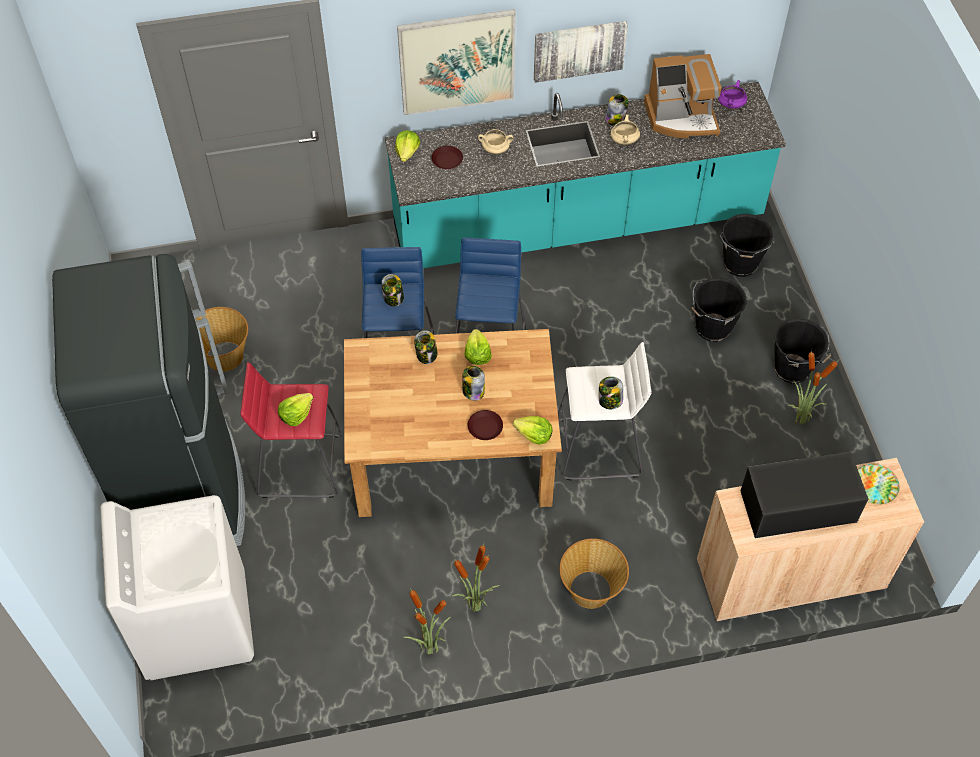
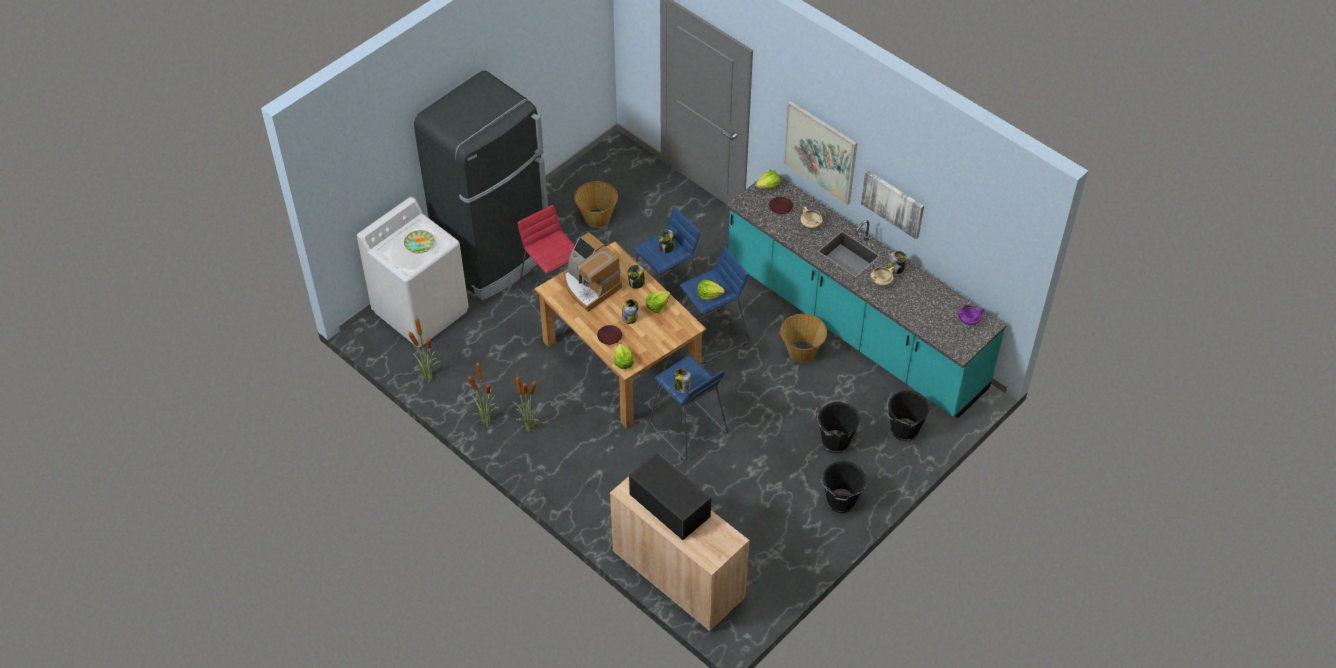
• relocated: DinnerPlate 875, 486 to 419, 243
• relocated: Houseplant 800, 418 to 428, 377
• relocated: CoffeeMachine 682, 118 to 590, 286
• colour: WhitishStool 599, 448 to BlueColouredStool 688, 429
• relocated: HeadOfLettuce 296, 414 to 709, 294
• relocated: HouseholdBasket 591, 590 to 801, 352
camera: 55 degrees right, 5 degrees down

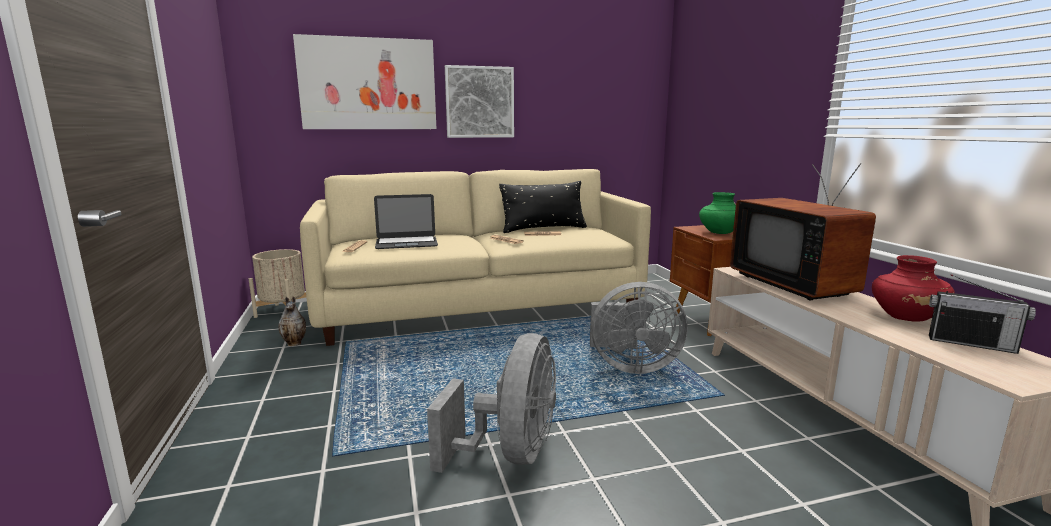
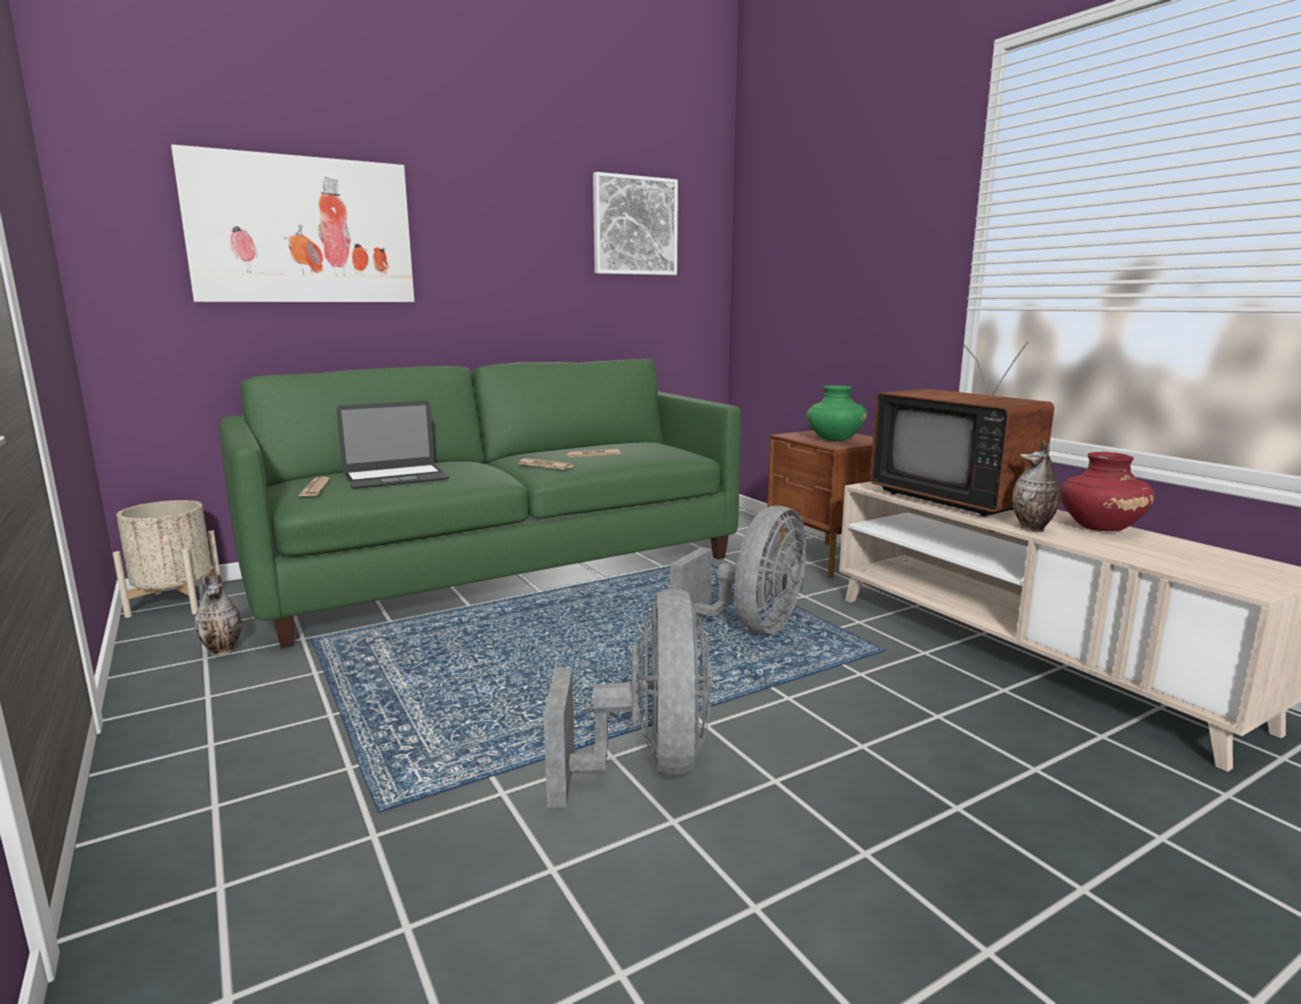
• colour: BeigeSettee 480, 307 to GreenColouredSettee 502, 568
• relocated: WallPicture 479, 102 to 635, 226
• spun: GreyishElectricFan 630, 366 = 752, 627 45 degrees counterclockwise
• appeared: FlowerVase 1033, 529
• missing: BlackishPillow 543, 229
• missing: RadioSet 971, 343
camera: 15 degrees left, 0 degrees up

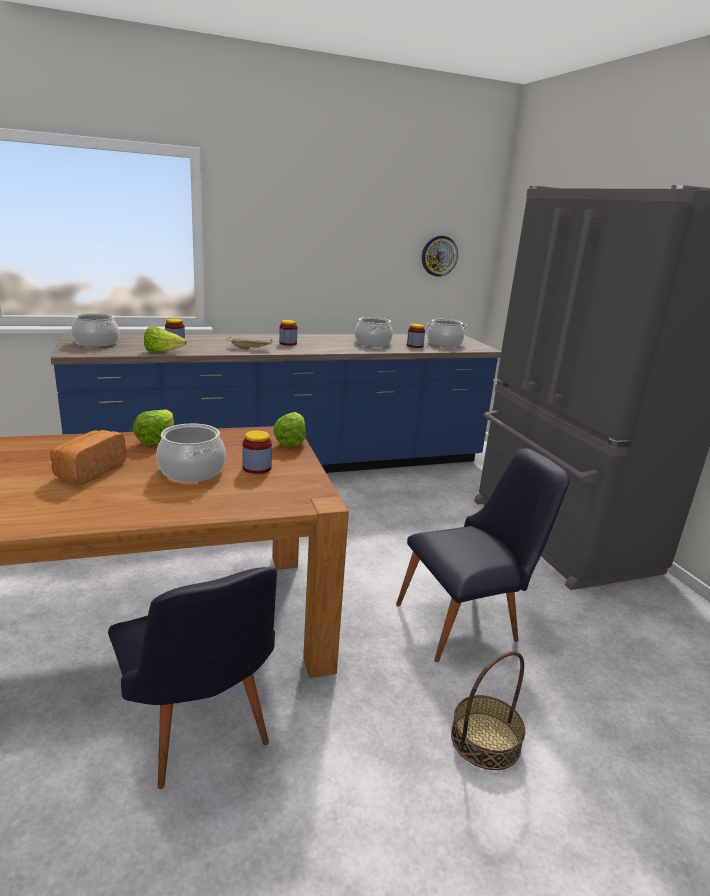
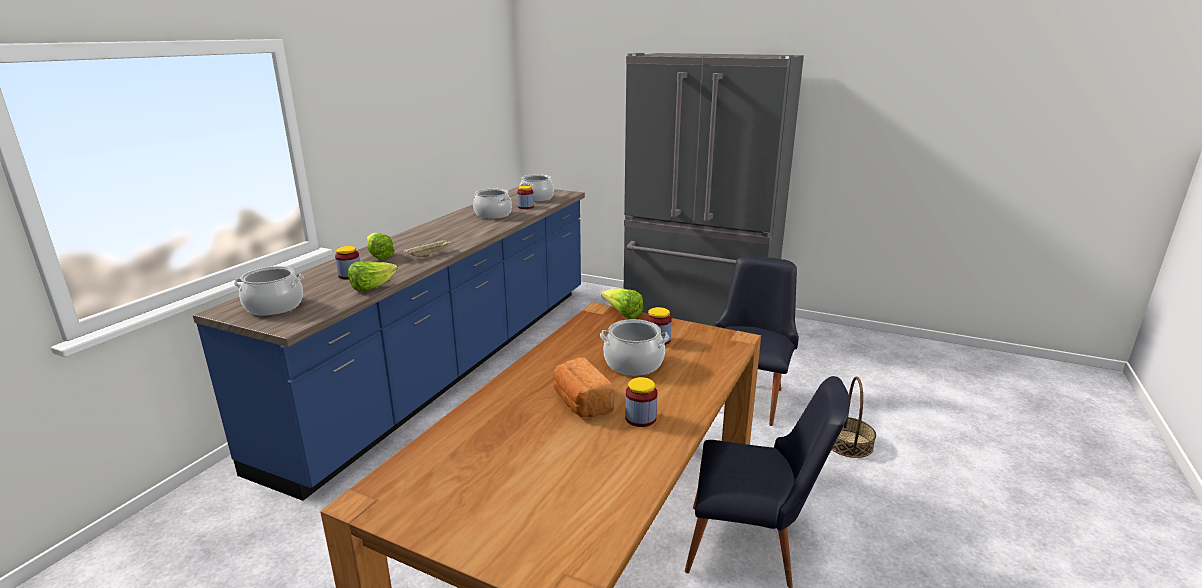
• relocated: HeadOfLettuce 157, 439 to 379, 256
• relocated: PreserveJar 288, 343 to 640, 418
• missing: WallClock 439, 256
camera: 45 degrees left, 0 degrees up

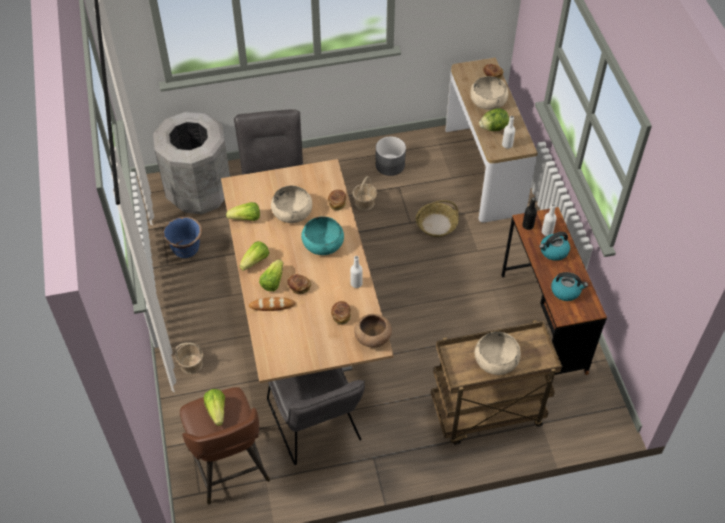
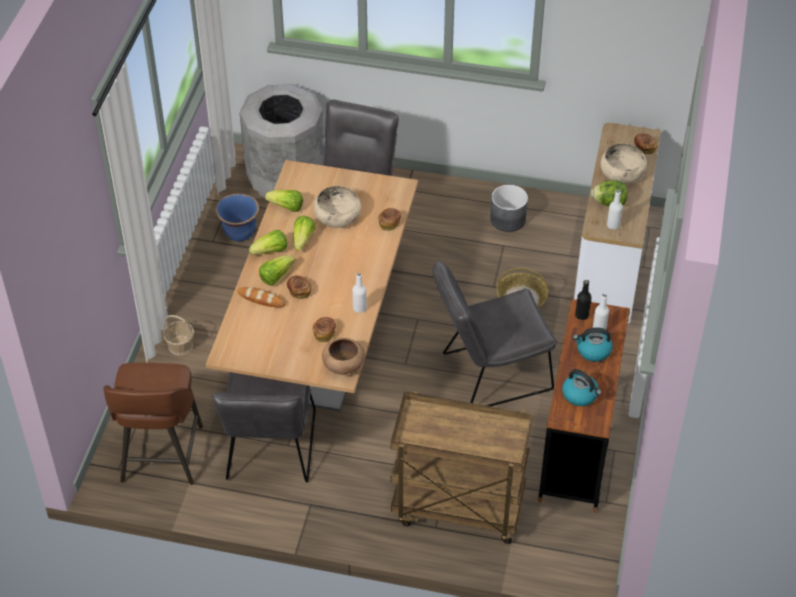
• relocated: HeadOfLettuce 216, 410 to 303, 240
• appeared: GreyishUprightChair 489, 373
• missing: BlueGreenServingBowl 323, 243
• missing: HouseholdBasket 364, 203
• missing: BeigeServingBowl 496, 359
camera: 25 degrees right, 5 degrees down

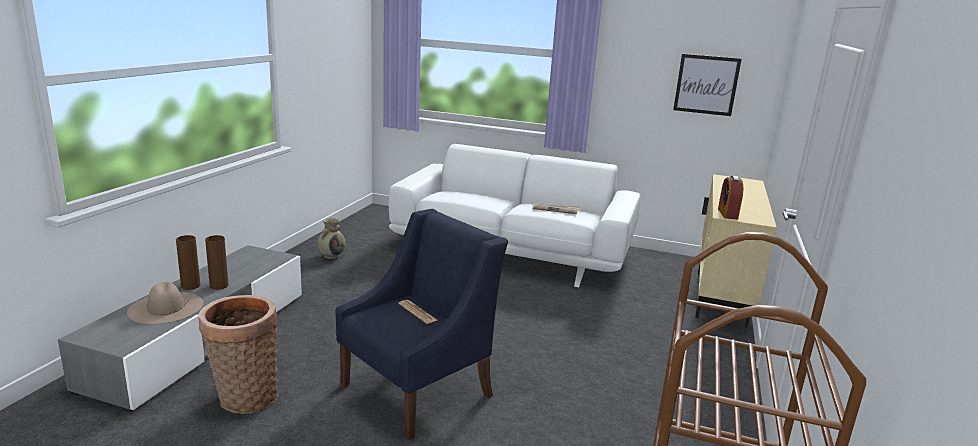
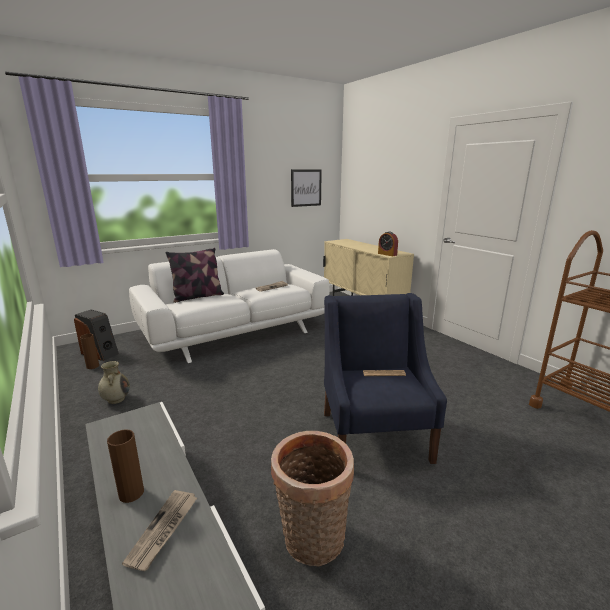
• appeared: Speaker 100, 353
• relocated: BrownishFlowerVase 219, 286 to 92, 366
• exchanged: BeigeClothingHat 166, 307 to Newspaper 163, 530
• appeared: Pillow 197, 296
camera: 50 degrees left, 0 degrees up

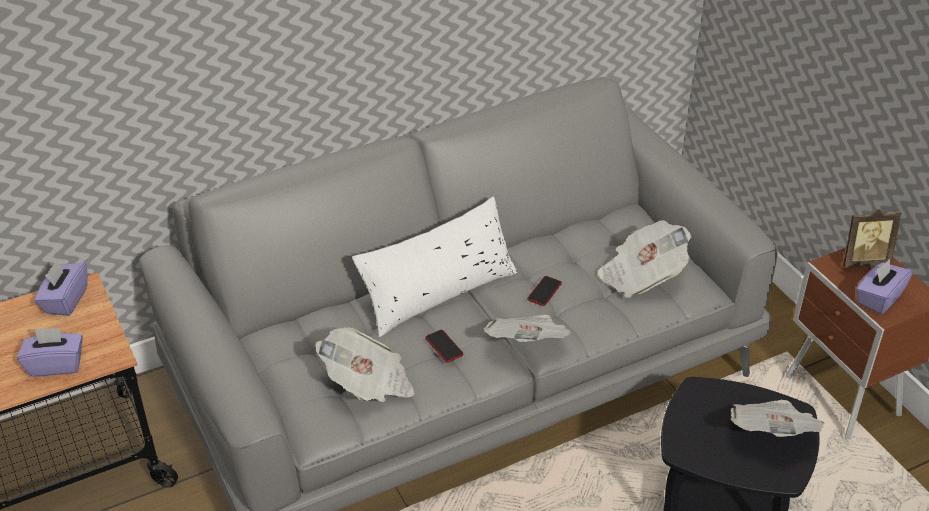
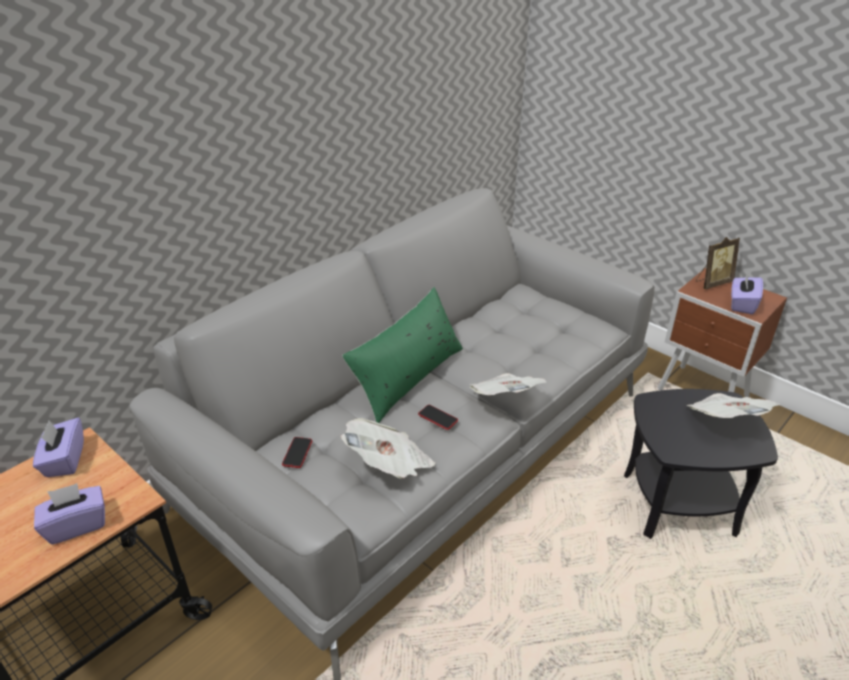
• relocated: Telephone 544, 291 to 297, 453
• colour: WhitishPillow 438, 292 to GreenColouredPillow 408, 377
• missing: Newspaper 641, 276
camera: 20 degrees left, 5 degrees down

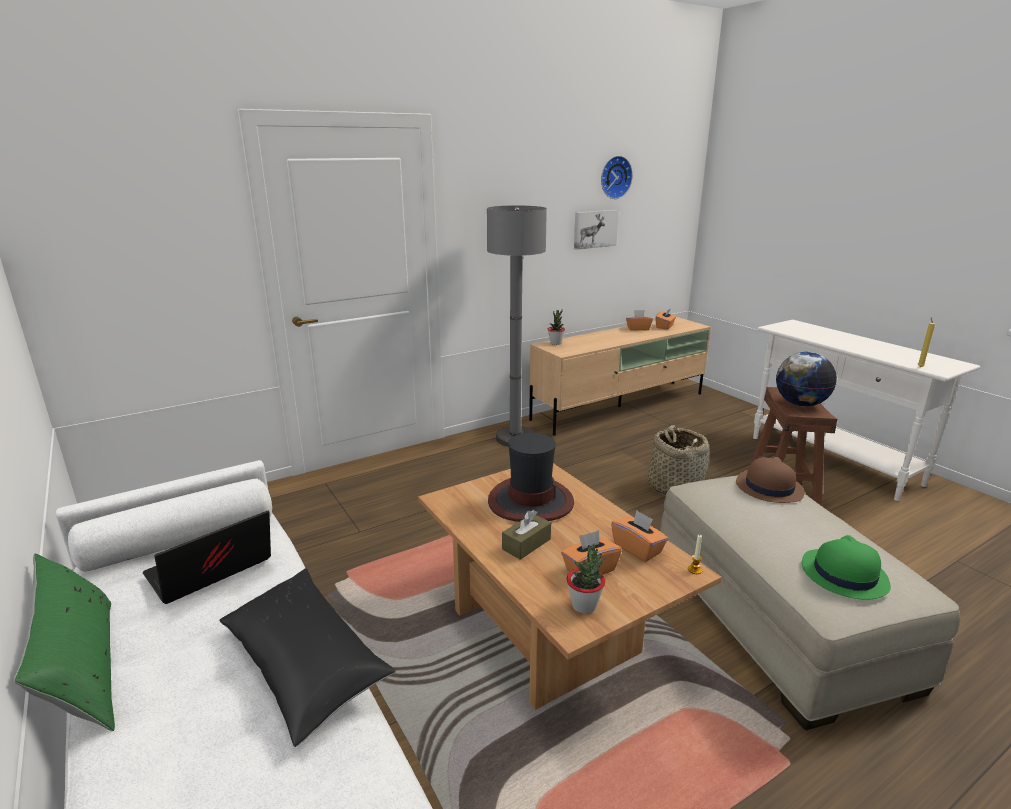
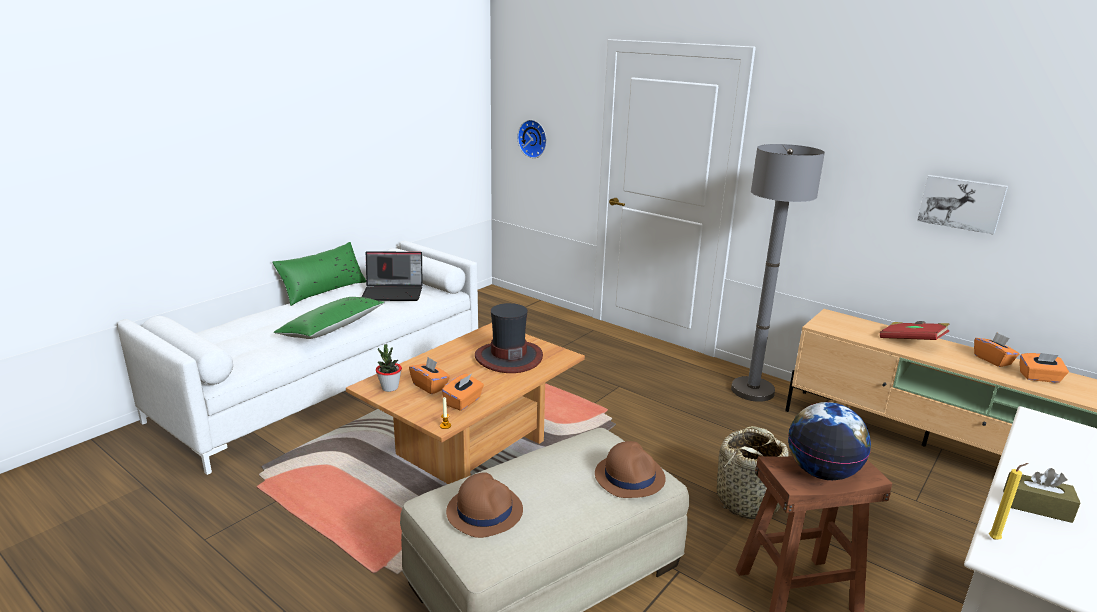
• colour: BlackishPillow 304, 662 to GreenColouredPillow 332, 328
• spun: Laptop 210, 572 = 394, 292 150 degrees clockwise
• colour: GreenColouredClothingHat 843, 574 to BrownishClothingHat 484, 511
• relocated: WallClock 614, 177 to 534, 138
• appeared: RedColouredBook 911, 341
• relocated: BrownishTissueBox 526, 544 to 1036, 506
• missing: Houseplant 555, 343
camera: 70 degrees right, 0 degrees up

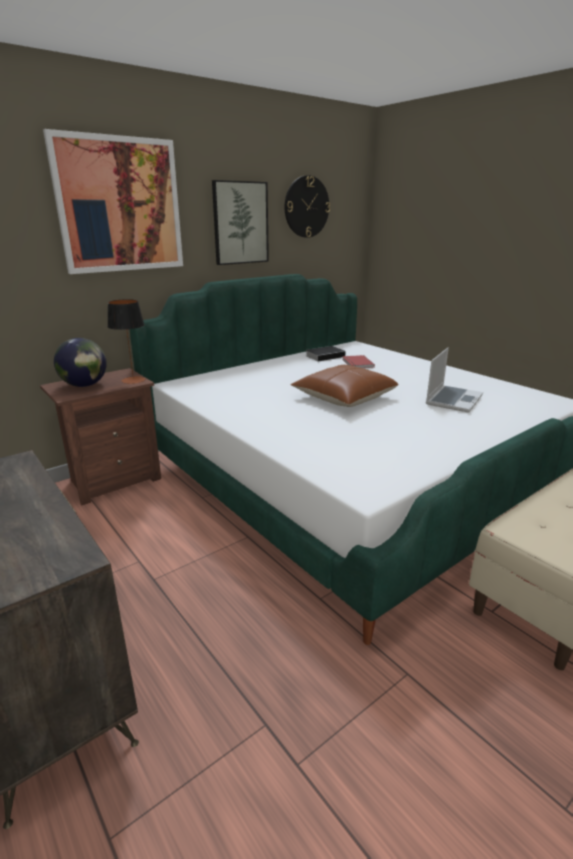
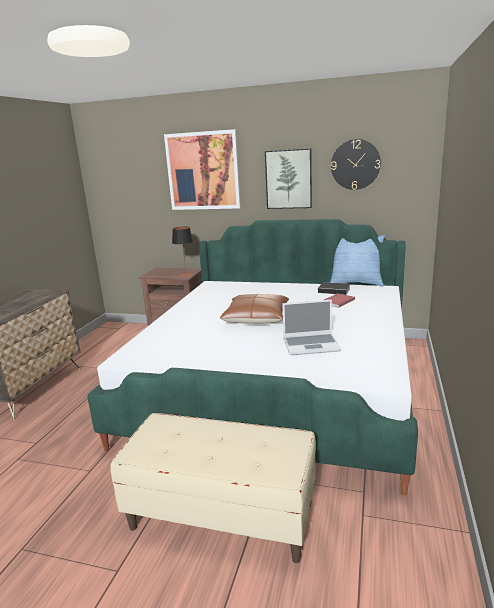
• appeared: Pillow 356, 283
• missing: WorldGlobe 85, 385
camera: 55 degrees right, 5 degrees down

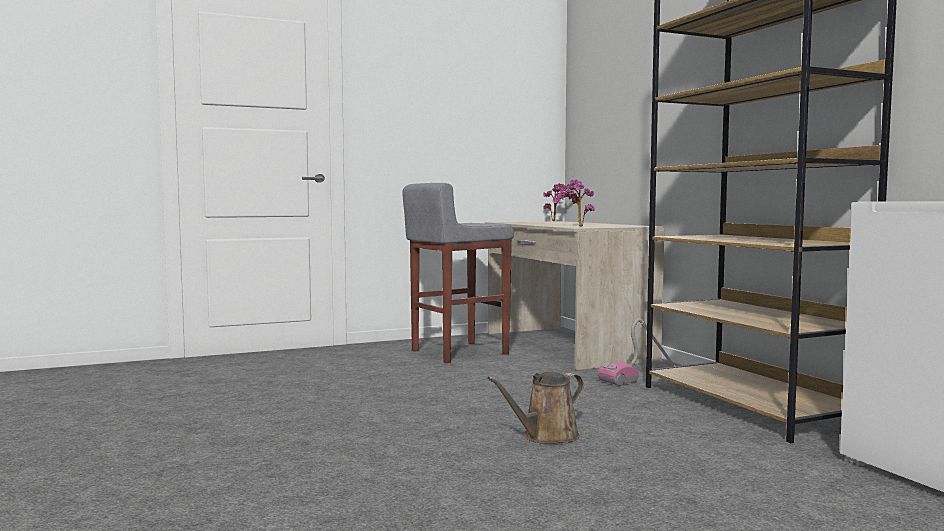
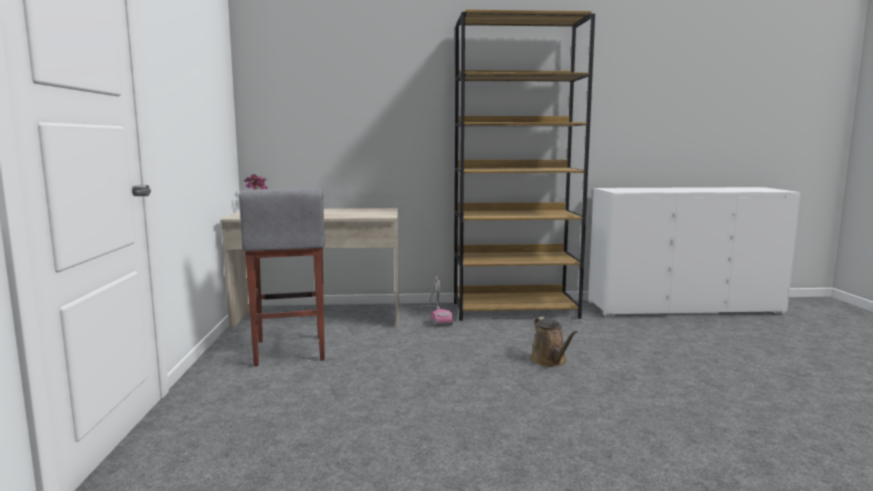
• missing: Houseplant 577, 226
camera: 70 degrees left, 5 degrees up

